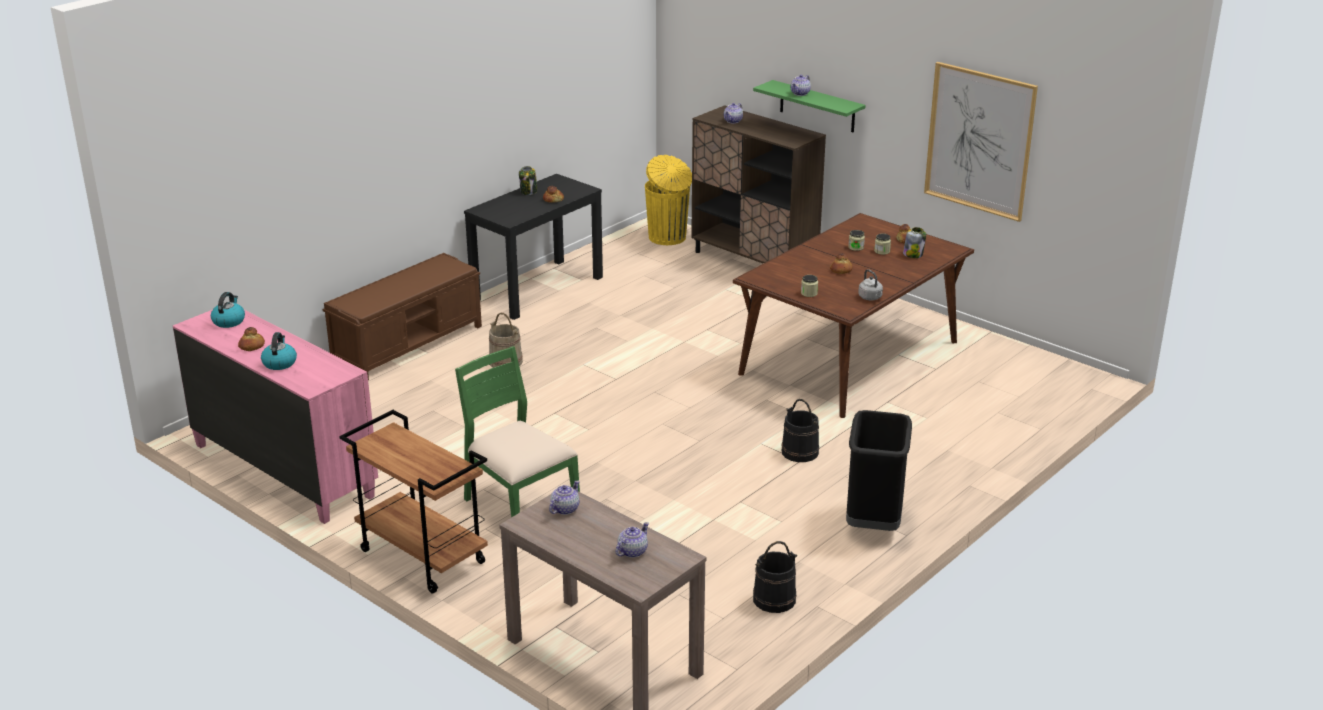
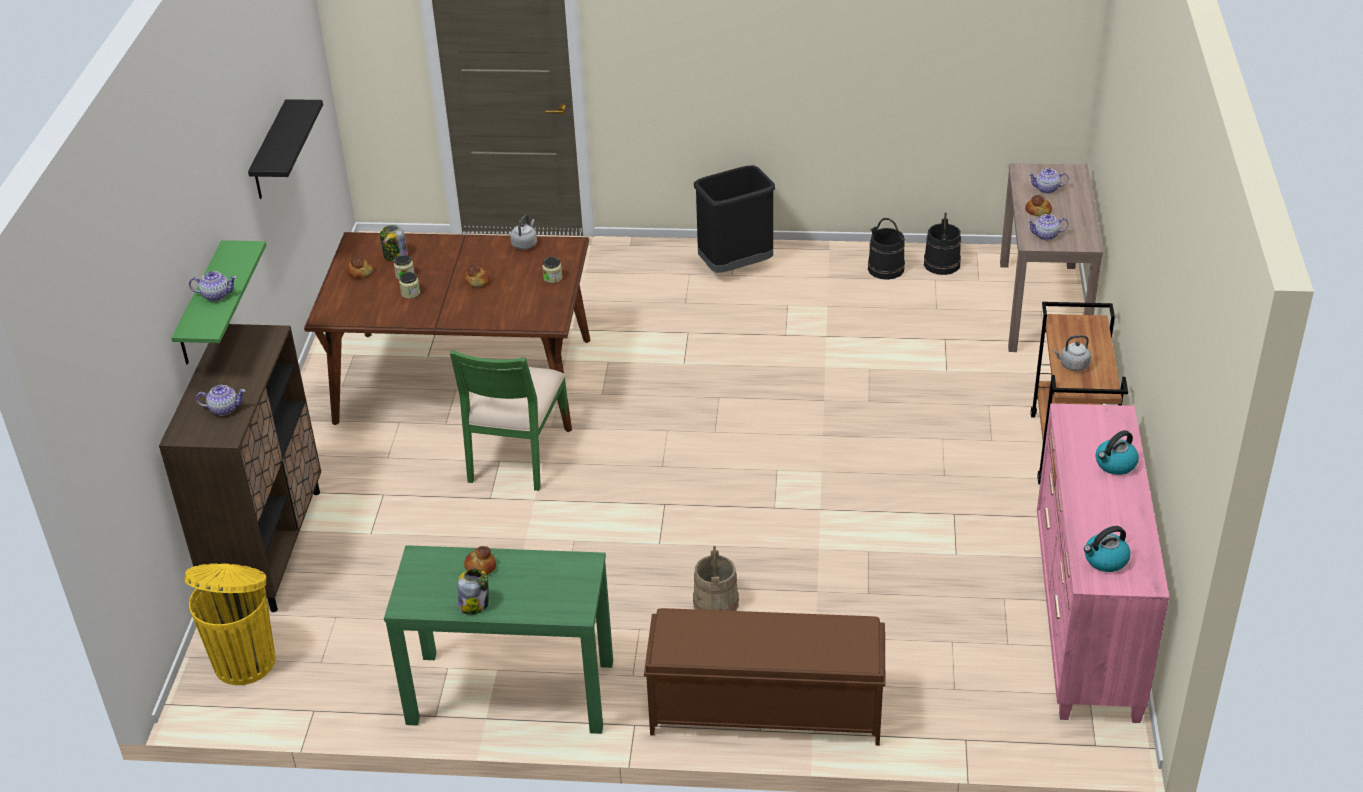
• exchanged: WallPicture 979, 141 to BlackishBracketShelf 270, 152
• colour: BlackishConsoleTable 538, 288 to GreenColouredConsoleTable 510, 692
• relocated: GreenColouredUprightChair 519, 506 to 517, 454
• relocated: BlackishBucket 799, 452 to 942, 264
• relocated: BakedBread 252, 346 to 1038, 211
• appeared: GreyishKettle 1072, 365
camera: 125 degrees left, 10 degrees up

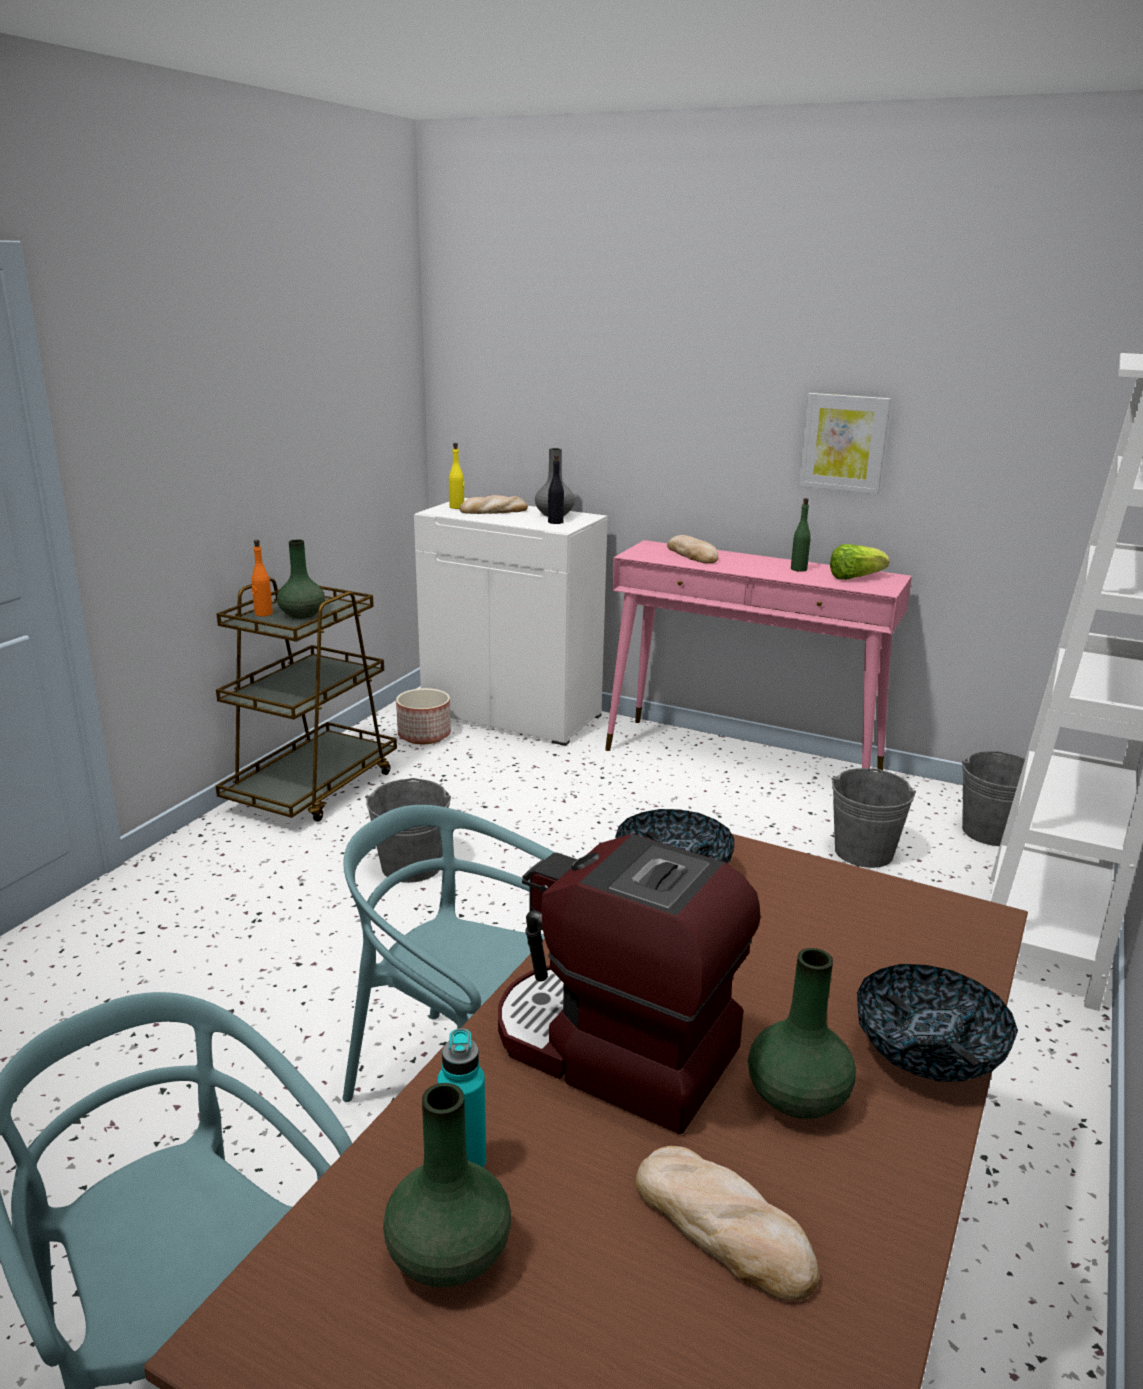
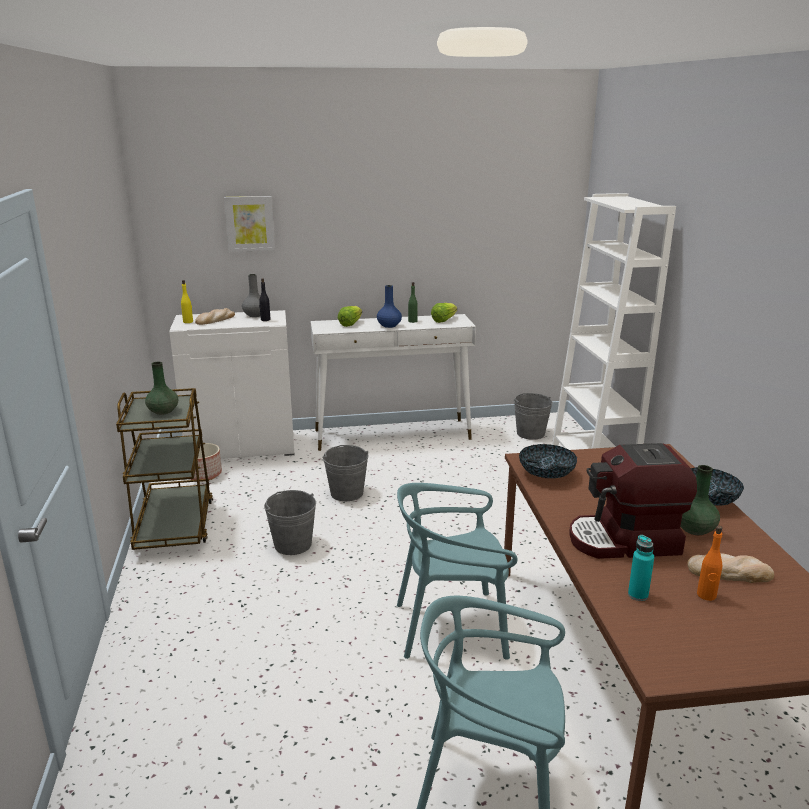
• relocated: WallPicture 844, 443 to 250, 223
• colour: PinkConsoleTable 743, 761 to WhitishConsoleTable 393, 434
• relocated: GreyishBucket 863, 852 to 347, 493
• exchanged: BakedBread 693, 554 to HeadOfLettuce 350, 324
• appeared: BlueColouredFlowerVase 389, 325
• relocated: OrangeyDrinkBottle 263, 614 to 706, 595
• missing: GreenColouredFlowerVase 450, 1255
camera: 35 degrees left, 0 degrees up

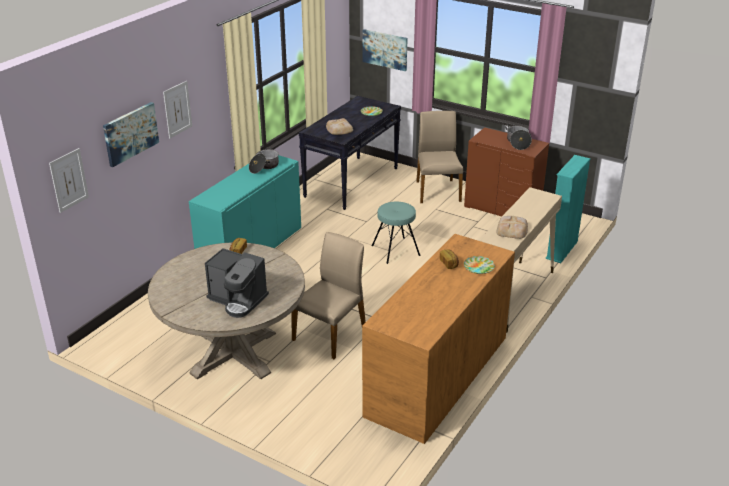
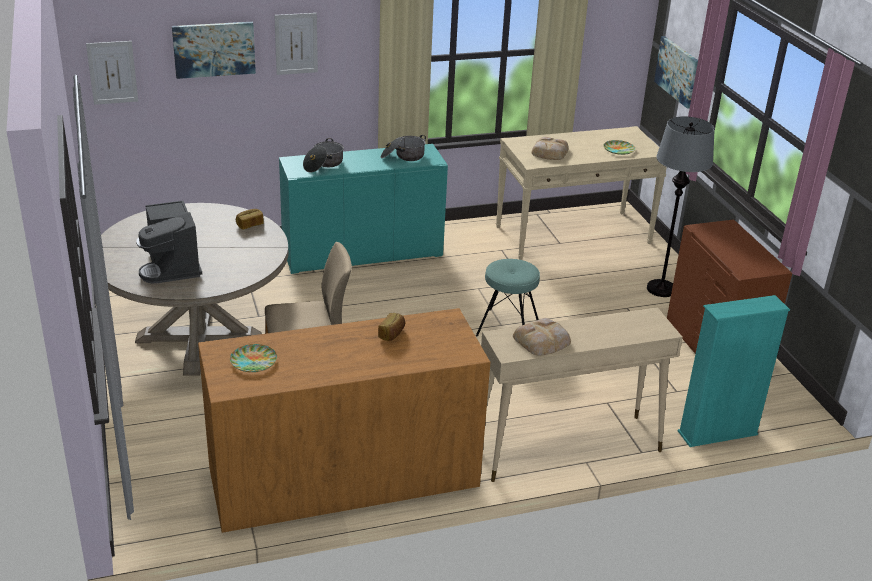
• relocated: DinnerPlate 479, 267 to 253, 361
• relocated: Saucepot 518, 142 to 323, 164
• colour: BlackishConsoleTable 351, 182 to BeigeConsoleTable 573, 235
• exchanged: BeigeUprightChair 437, 191 to GreyishFloorLamp 661, 289
camera: 40 degrees right, 0 degrees up

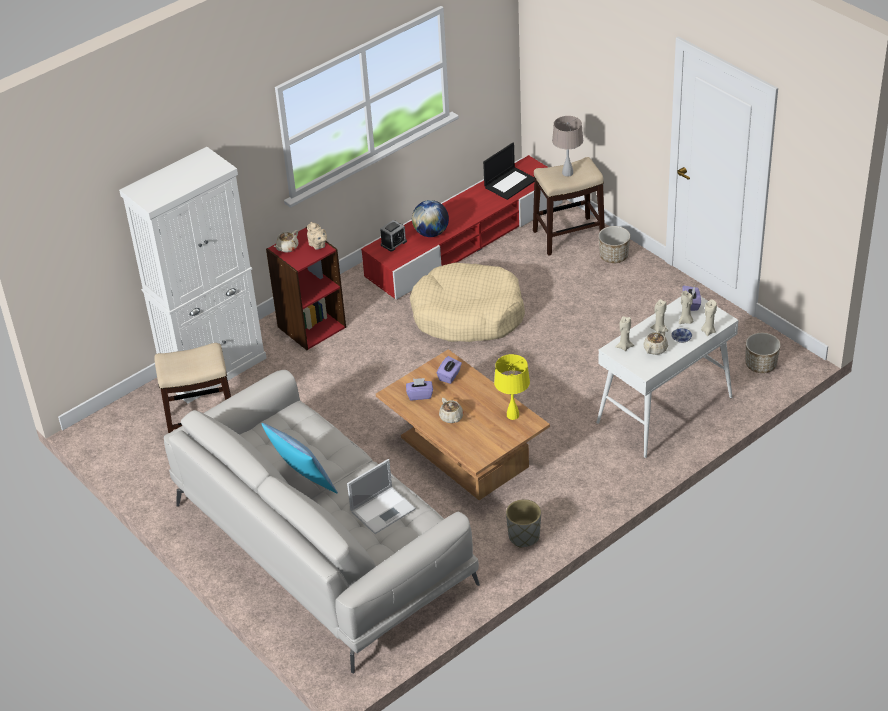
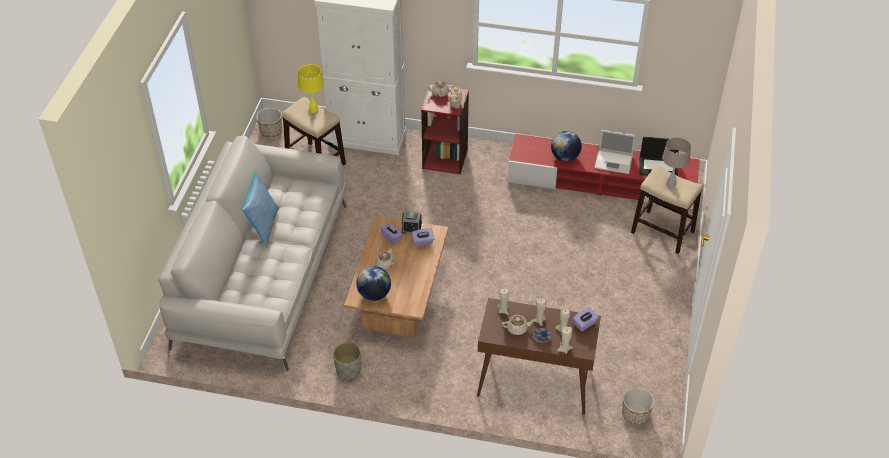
• relocated: FlowerPot 614, 256 to 271, 131
• relocated: YellowTabletopLamp 513, 415 to 313, 110
• appeared: WorldGlobe 374, 294
• relocated: AlarmClock 393, 243 to 411, 228
• colour: WhitishConsoleTable 664, 411 to BrownishConsoleTable 534, 382
• relocated: Laptop 383, 509 to 614, 162
• missing: BeigeDogBed 468, 315
camera: 50 degrees right, 5 degrees up

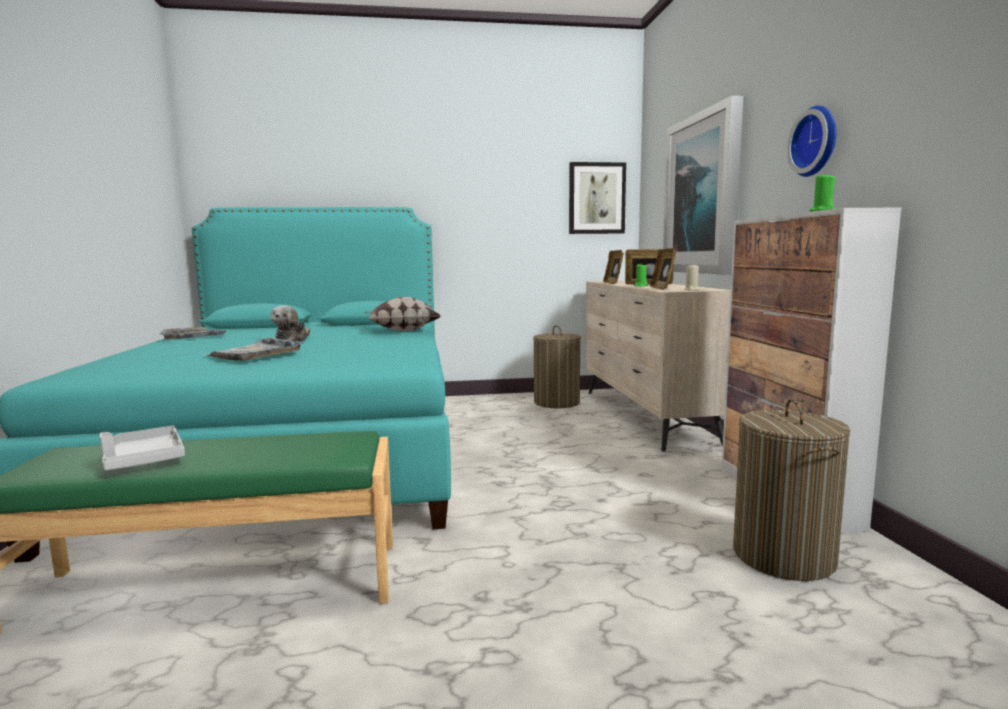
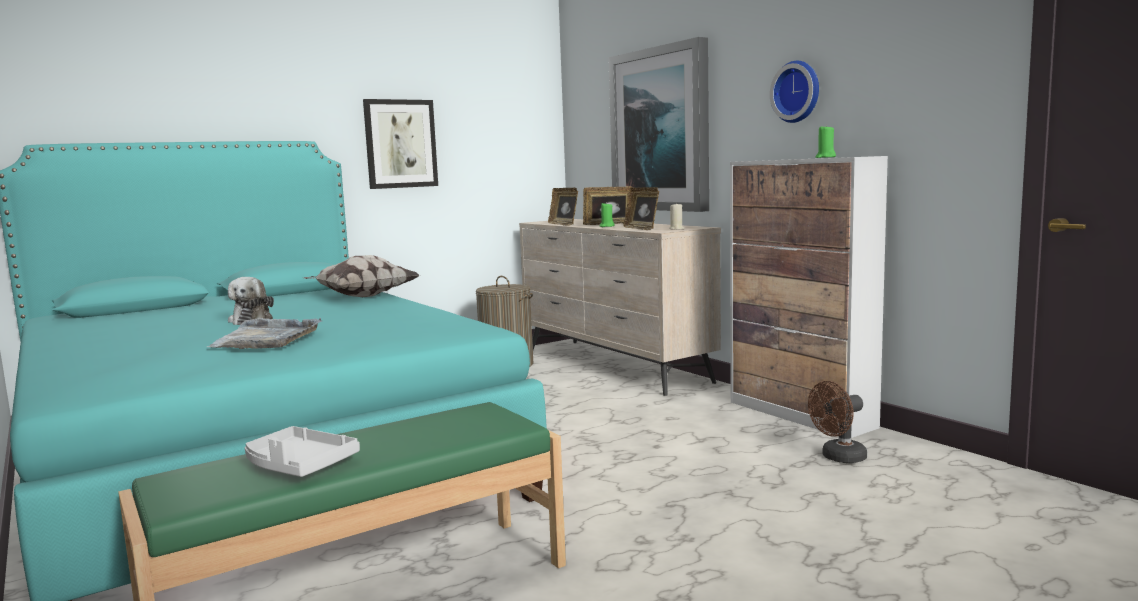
• relocated: WallPicture 596, 198 to 400, 144
• exchanged: LaundryBasket 783, 556 to BrownishElectricFan 838, 458
• missing: GreyishTray 193, 336
camera: 25 degrees left, 0 degrees up

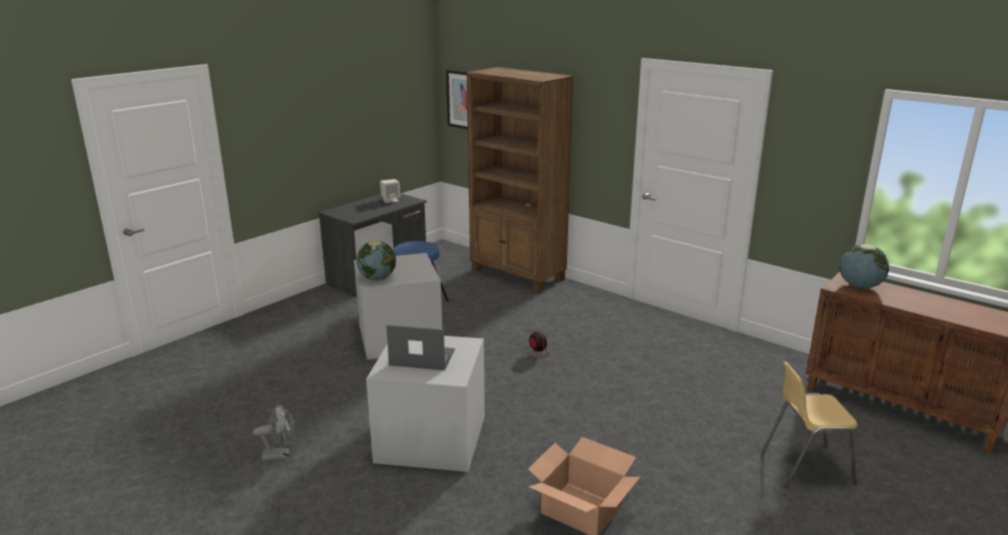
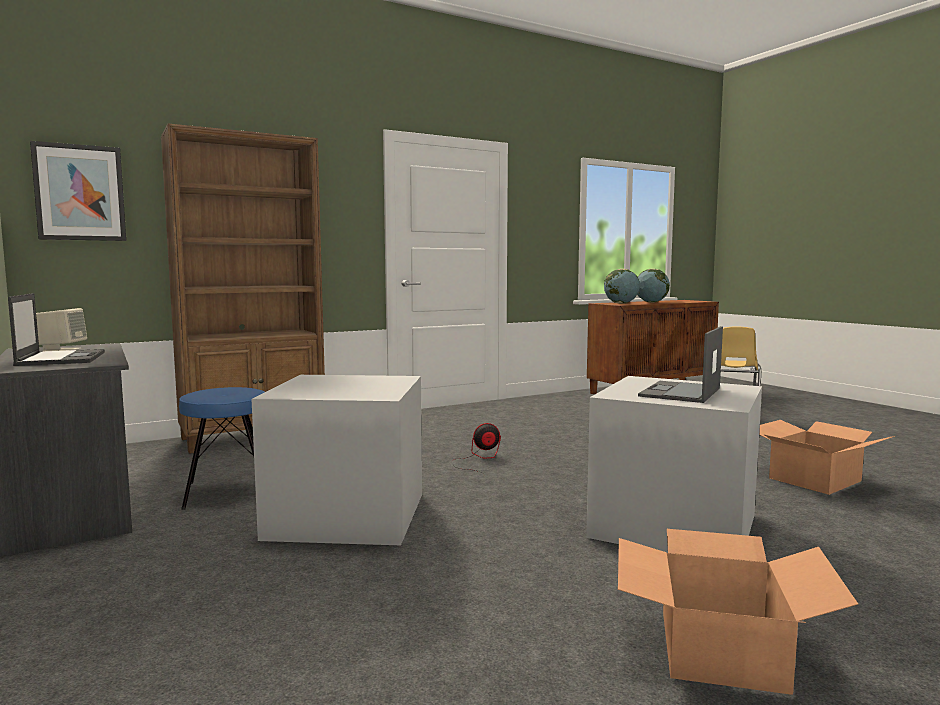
• appeared: Laptop 61, 358
• exchanged: GreyishElectricFan 280, 455 to Carton 719, 650
• relocated: WorldGlobe 377, 278 to 651, 302
camera: 70 degrees left, 15 degrees down

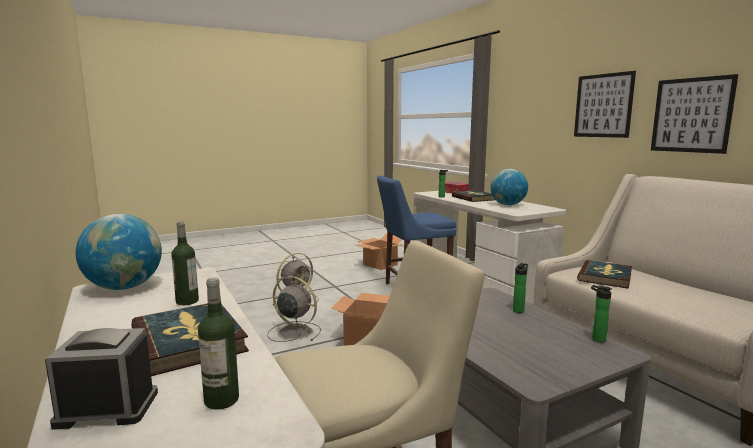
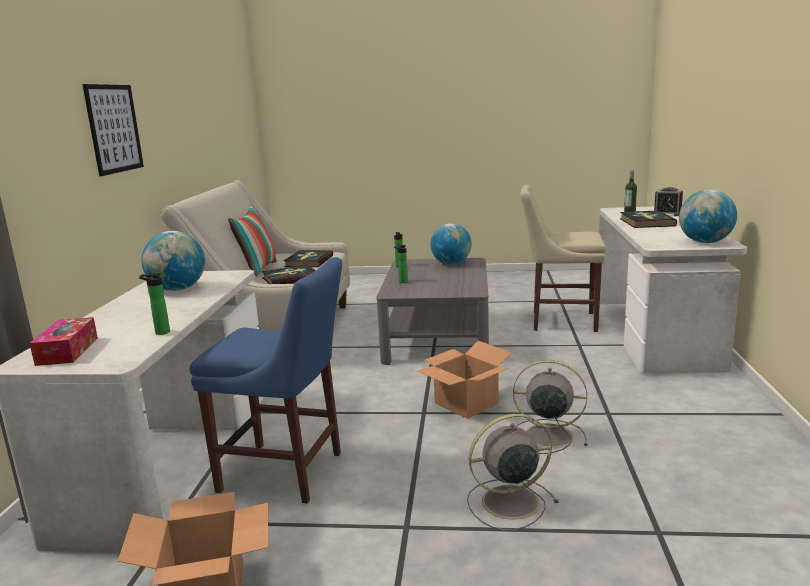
• appeared: Pillow 257, 269
• relocated: Book 474, 198 to 308, 261
• appeared: WorldGlobe 451, 264
• spun: GreyishElectricFan 294, 332 = 546, 436 135 degrees clockwise
• missing: DrinkBottle 187, 301
• missing: WallPicture 691, 115
camera: 145 degrees left, 5 degrees up

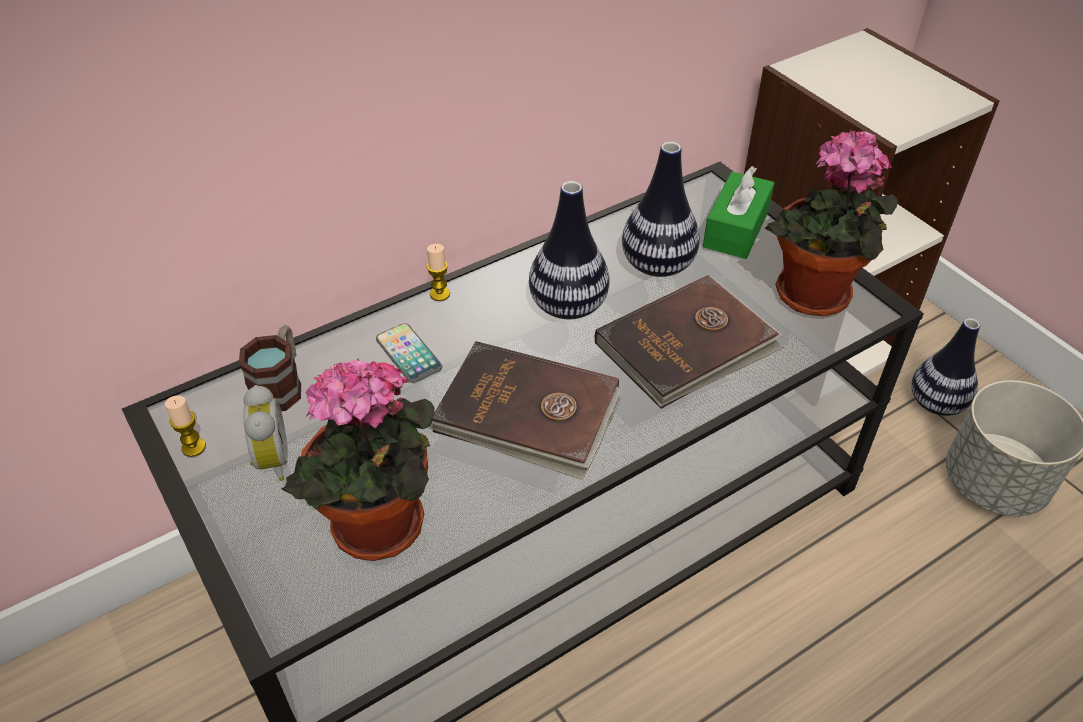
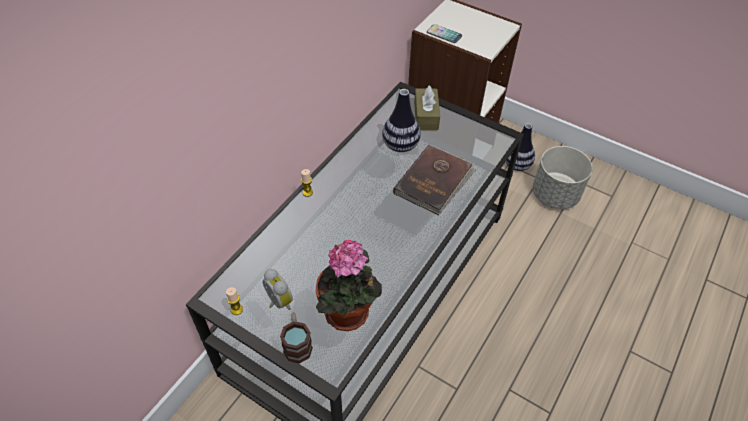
• relocated: TeaMug 281, 385 to 297, 344
• colour: GreenColouredTissueBox 736, 229 to BrownishTissueBox 426, 116
• relocated: Telephone 408, 354 to 444, 34
• missing: BrownishBook 527, 414
• missing: FlowerVase 568, 306
• missing: Houseplant 812, 298
camera: 25 degrees left, 5 degrees up

